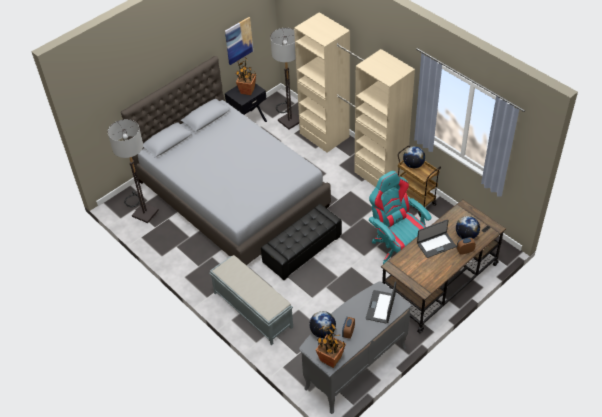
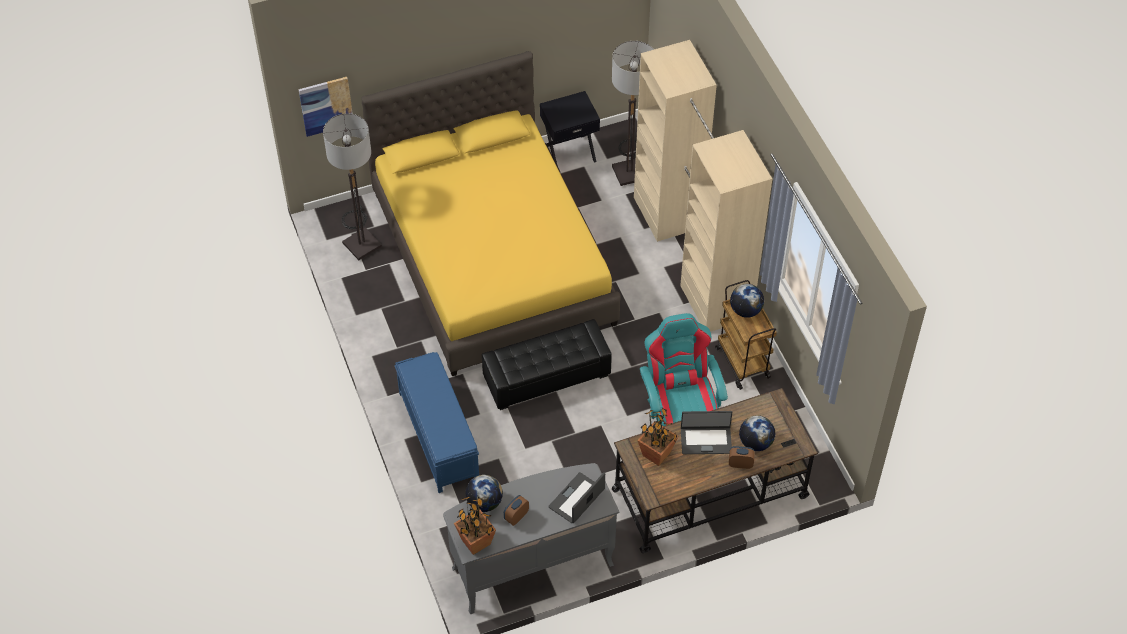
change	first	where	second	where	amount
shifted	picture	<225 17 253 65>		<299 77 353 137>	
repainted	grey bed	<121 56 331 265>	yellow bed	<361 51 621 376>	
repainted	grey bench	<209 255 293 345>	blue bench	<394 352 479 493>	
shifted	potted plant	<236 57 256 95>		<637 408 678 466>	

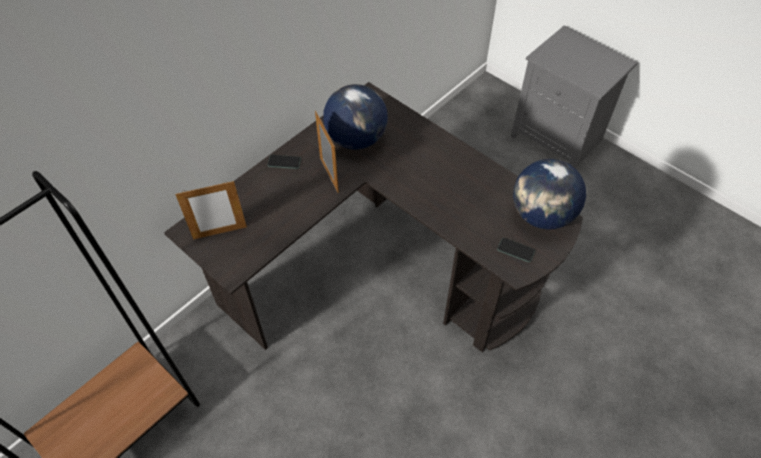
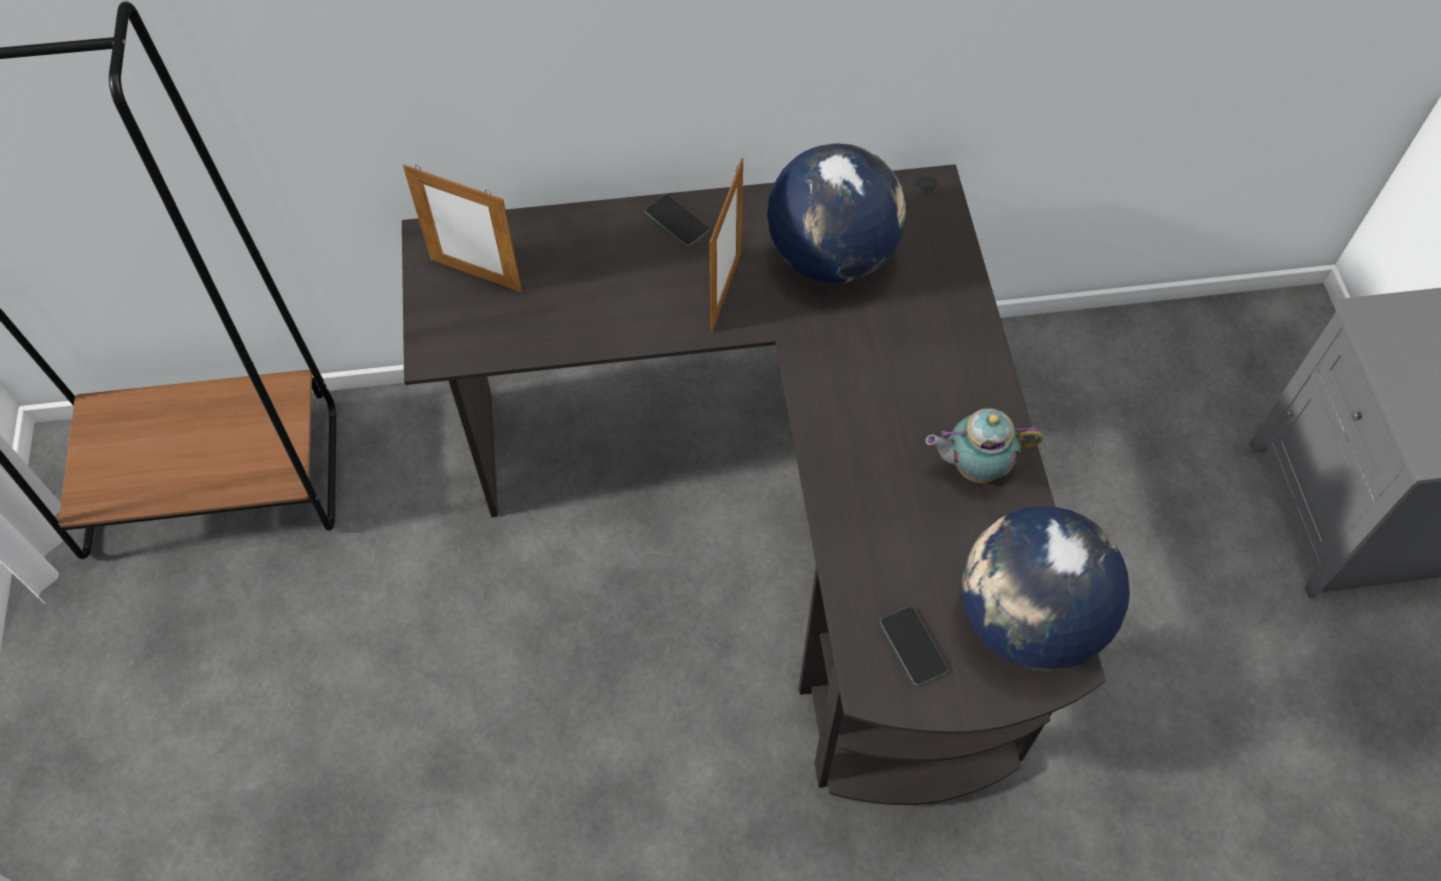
change	first	where	second	where	amount
new			teapot	<926 408 1043 483>	

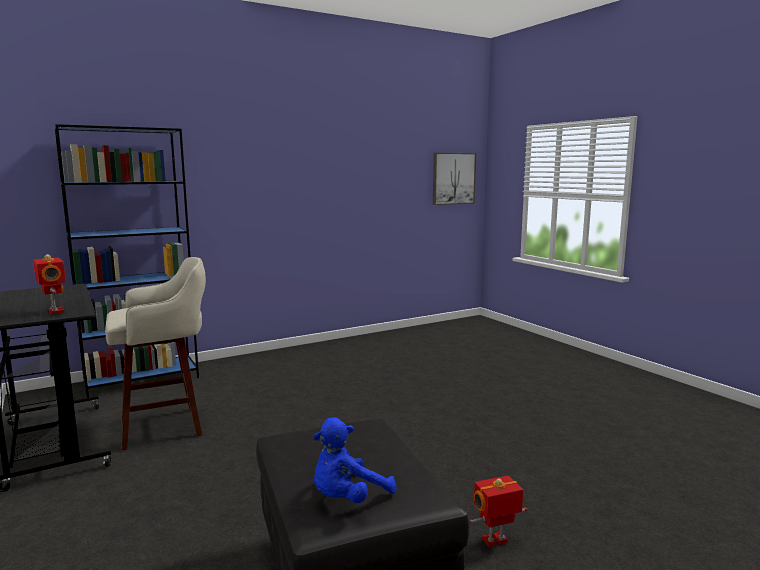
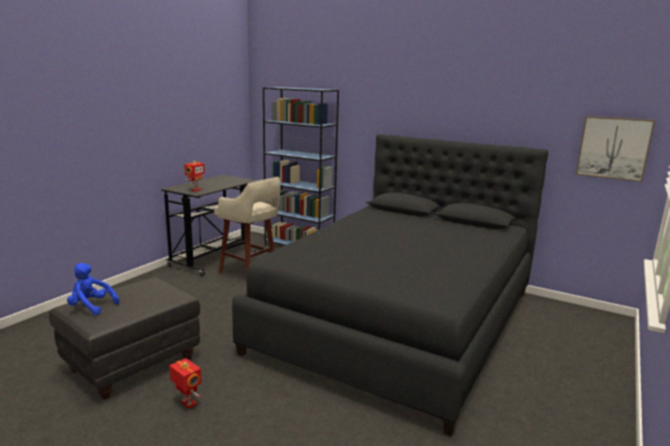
change	first	where	second	where	amount
new			black bed	<232 134 548 436>	

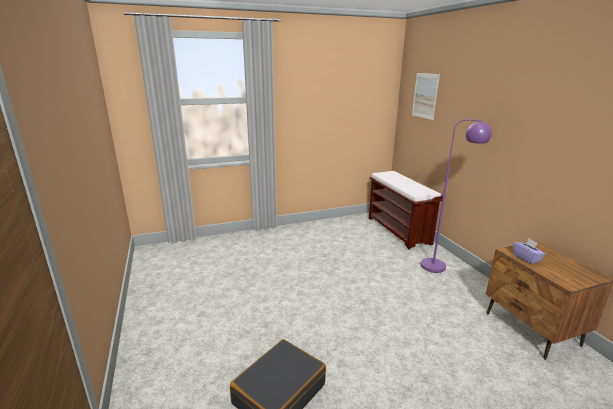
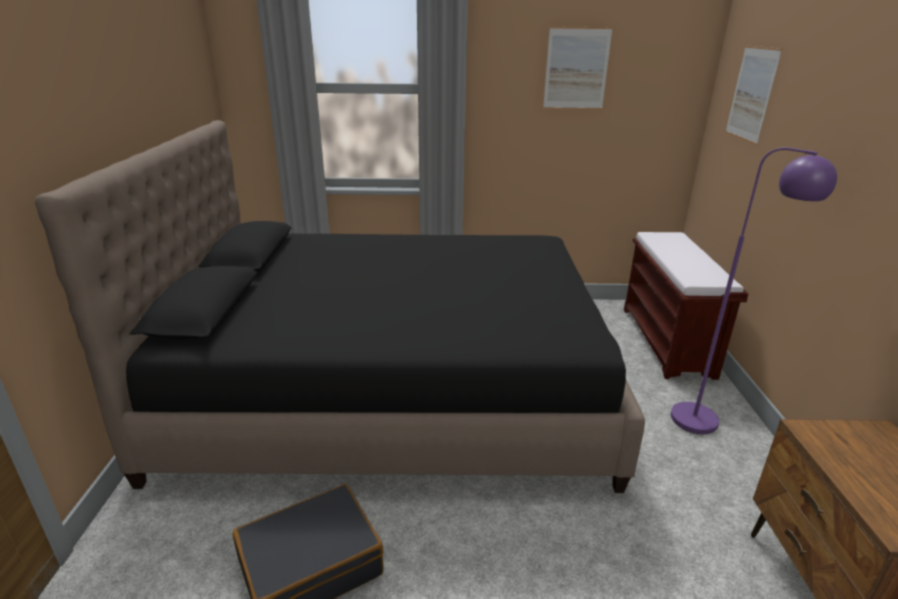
change	first	where	second	where	amount
new			black bed	<35 120 645 493>	
new			picture	<543 26 613 110>	
gone	purple tissue box	<513 239 545 264>			

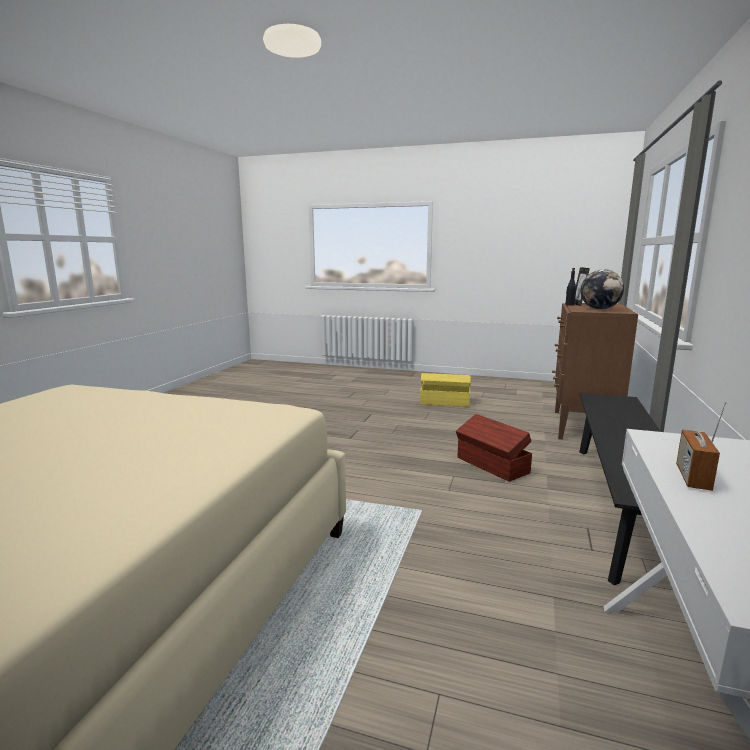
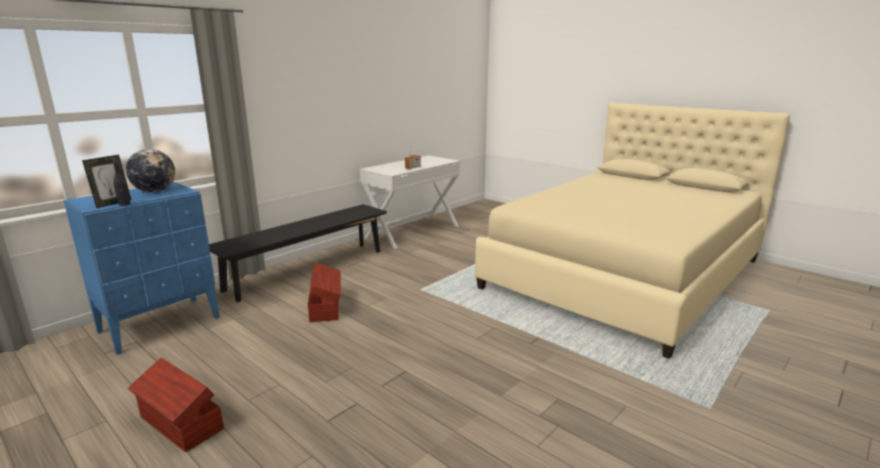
change	first	where	second	where	amount
repainted	brown dresser	<552 303 638 440>	blue dresser	<64 182 220 355>	
repainted	yellow storage box	<420 373 471 407>	brown storage box	<128 358 224 452>	

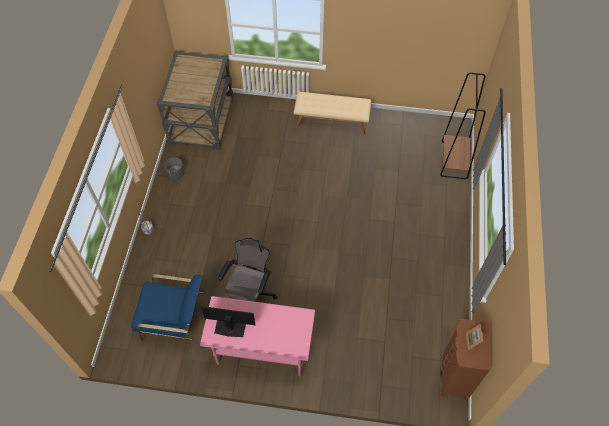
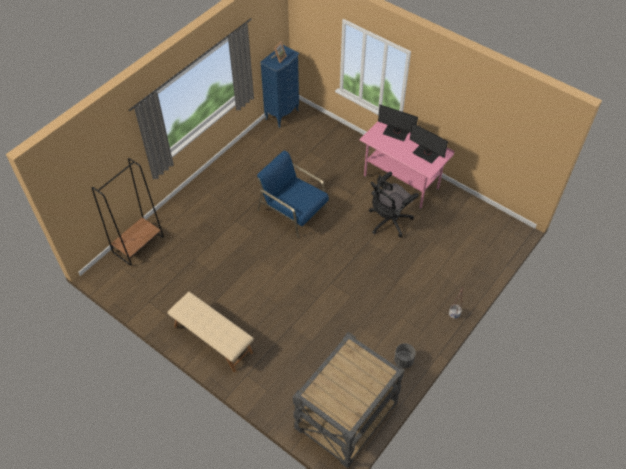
change	first	where	second	where	amount
shifted	blue armchair	<131 274 211 349>		<257 151 329 238>	
repainted	brown dresser	<440 319 491 401>	blue dresser	<260 45 299 128>	
new			monitor	<378 105 418 141>	

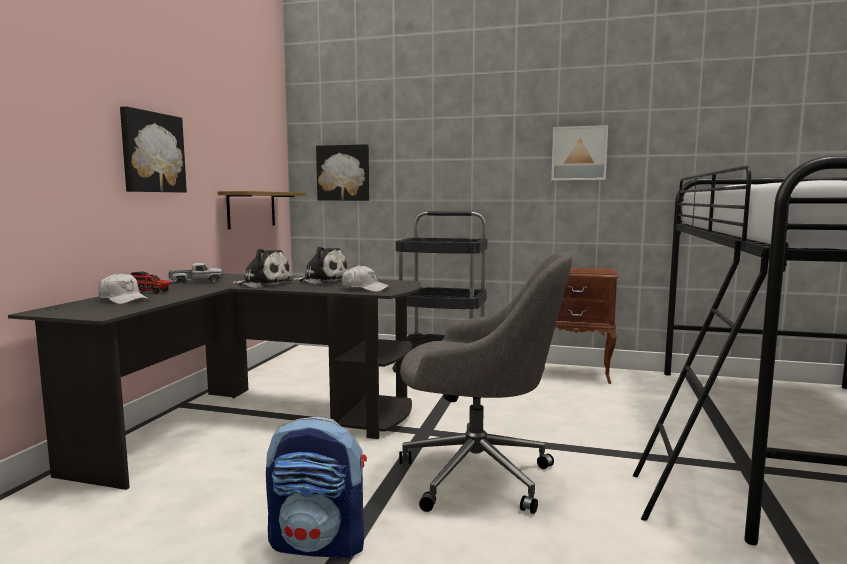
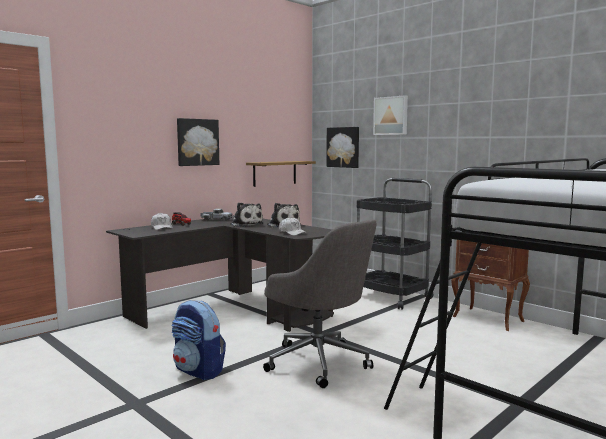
change	first	where	second	where	amount
shifted	picture	<551 125 608 181>		<373 95 408 135>	

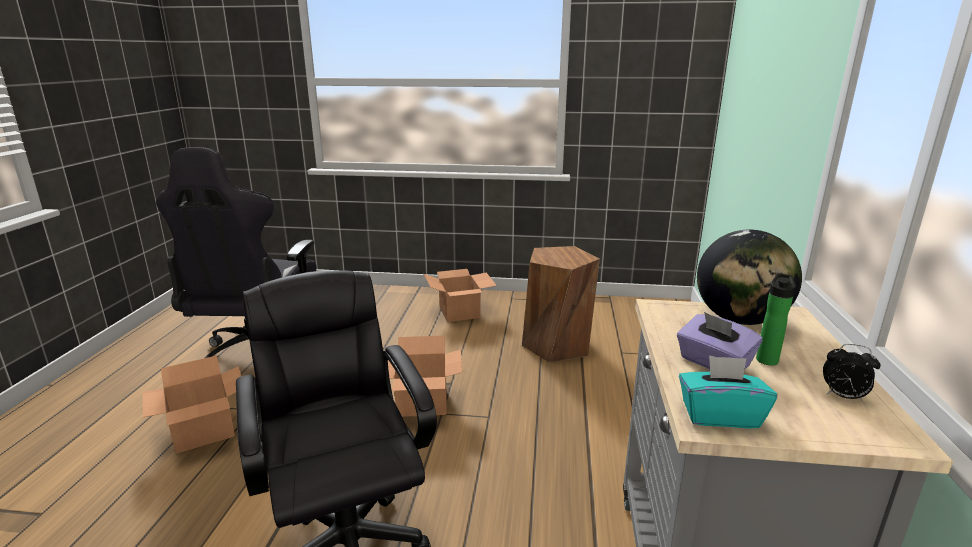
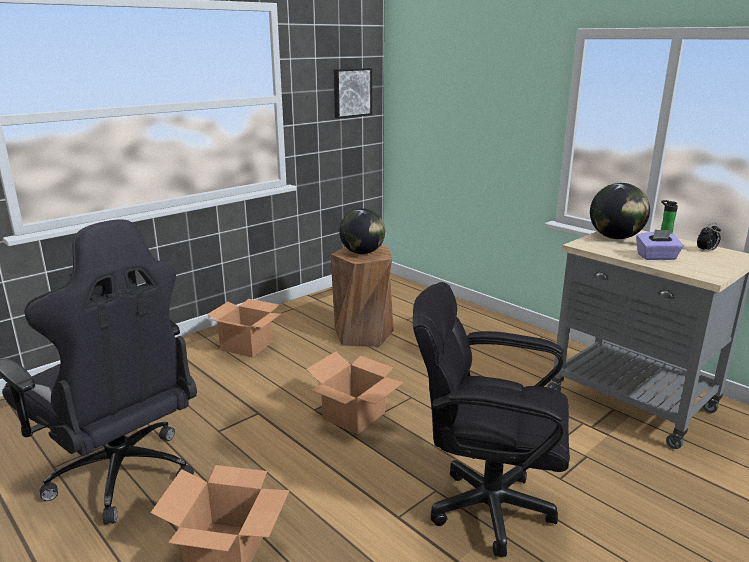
change	first	where	second	where	amount
new			picture	<334 68 372 119>	
new			globe	<339 208 385 254>	
gone	turquoise tissue box	<679 355 777 428>			

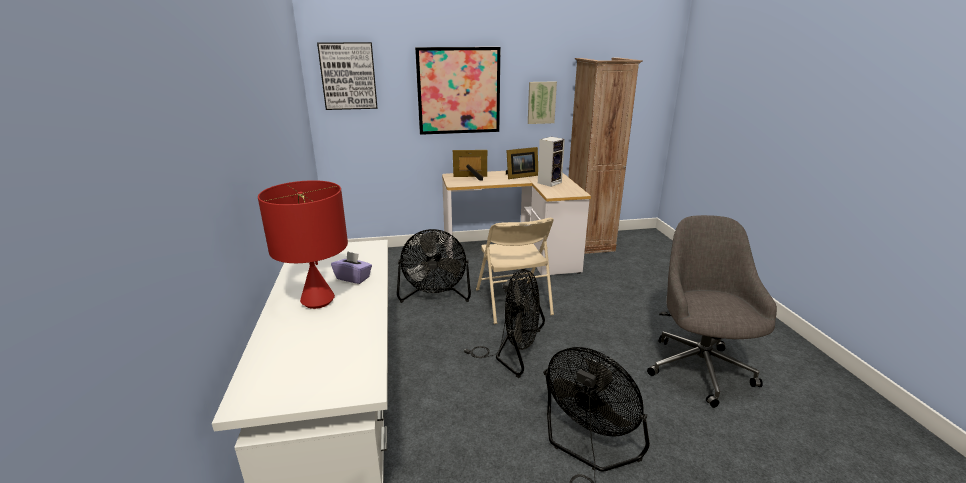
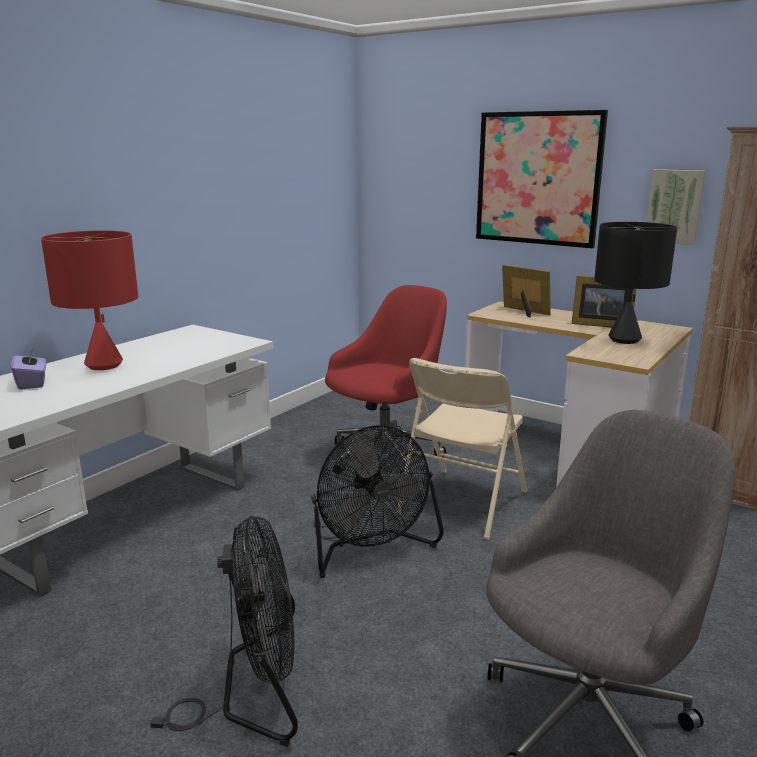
change	first	where	second	where	amount
shifted	purple tissue box	<331 251 372 284>		<11 348 46 390>	
swapped	black fan	<397 229 471 303>	red office chair	<325 285 447 475>	
swapped	speaker	<538 137 565 187>	black table lamp	<594 222 677 344>	
gone	picture	<317 42 377 110>			

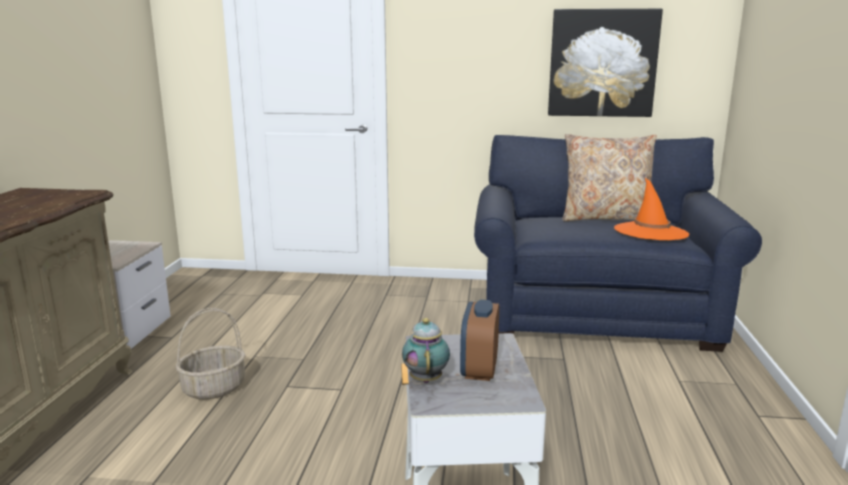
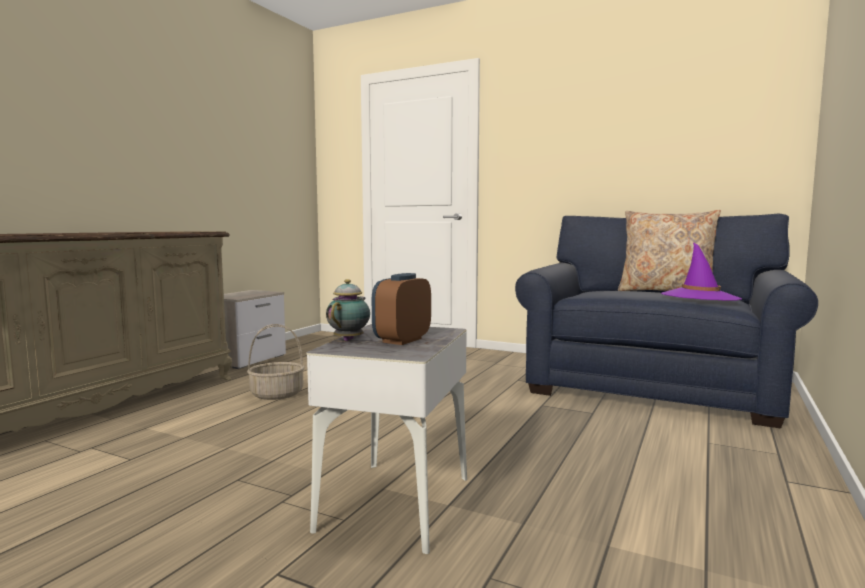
change	first	where	second	where	amount
repainted	orange hat	<614 178 689 240>	purple hat	<661 242 742 301>	
gone	picture	<548 9 663 117>			

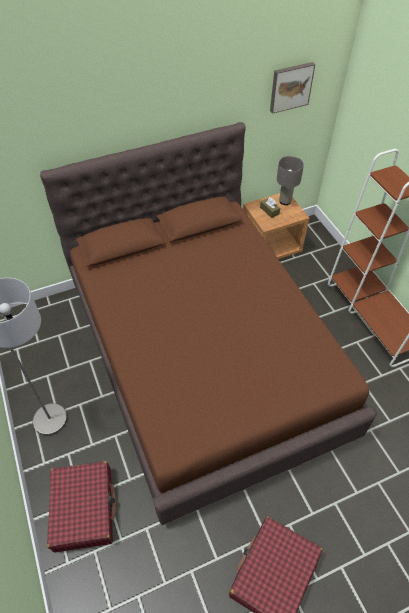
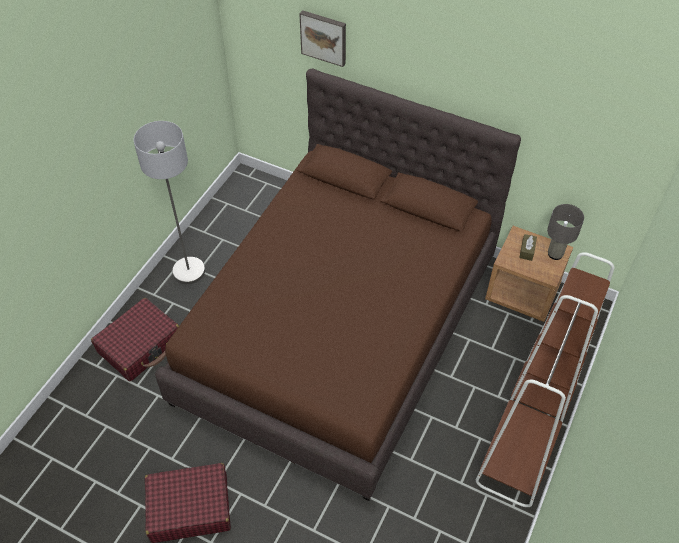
change	first	where	second	where	amount
shifted	picture	<270 62 315 114>		<299 10 346 67>	

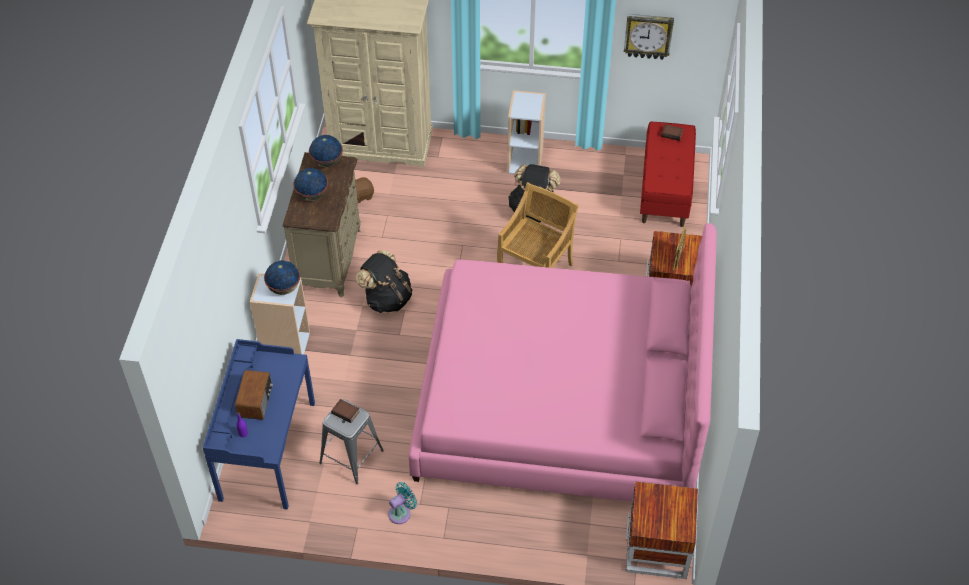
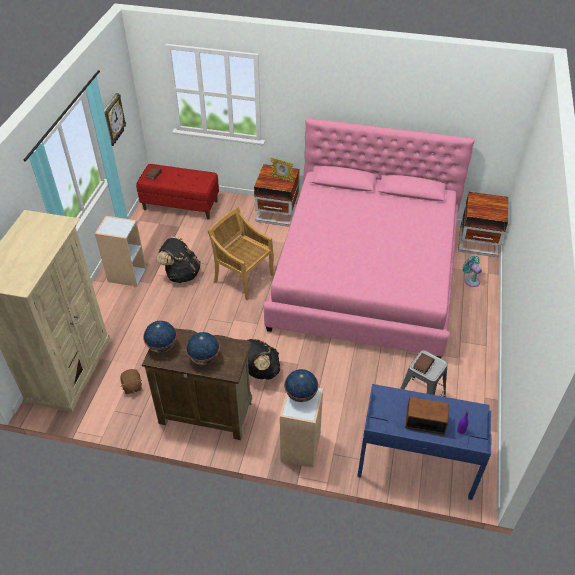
change	first	where	second	where	amount
shifted	turquoise fan	<388 482 417 524>		<462 256 482 287>	

